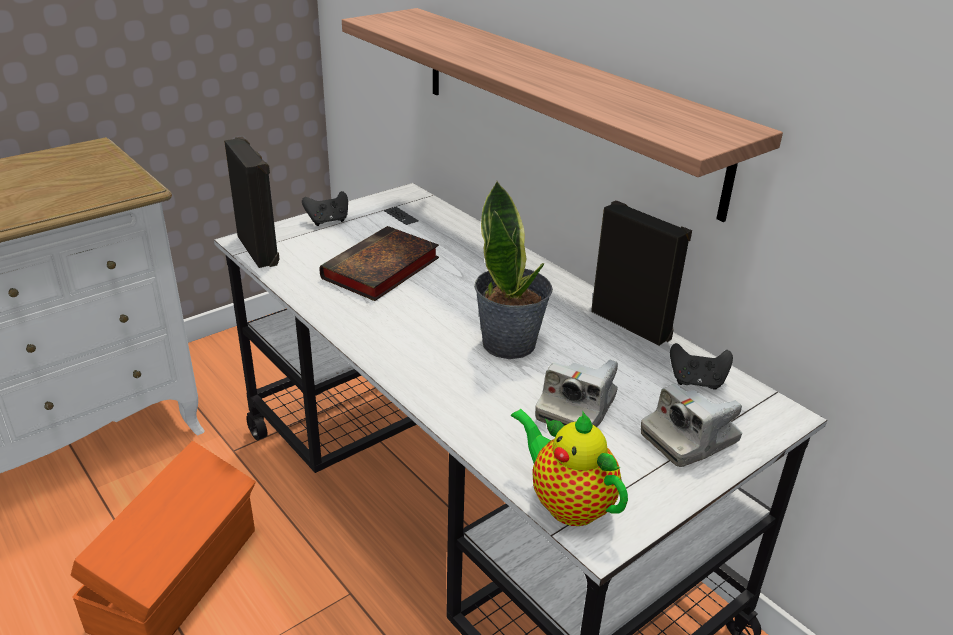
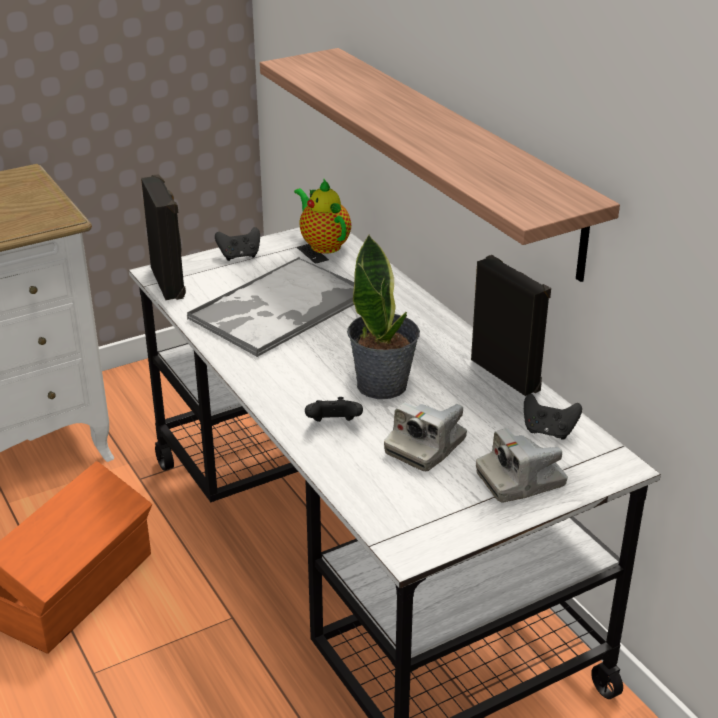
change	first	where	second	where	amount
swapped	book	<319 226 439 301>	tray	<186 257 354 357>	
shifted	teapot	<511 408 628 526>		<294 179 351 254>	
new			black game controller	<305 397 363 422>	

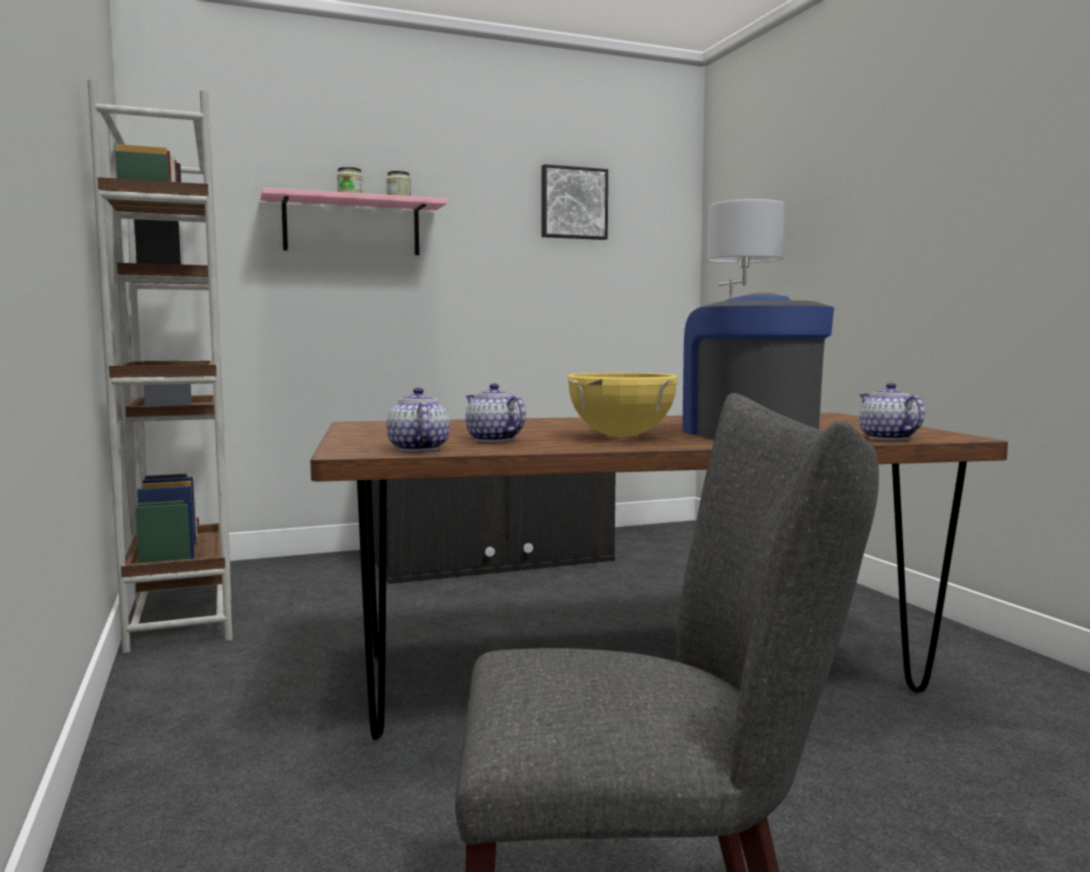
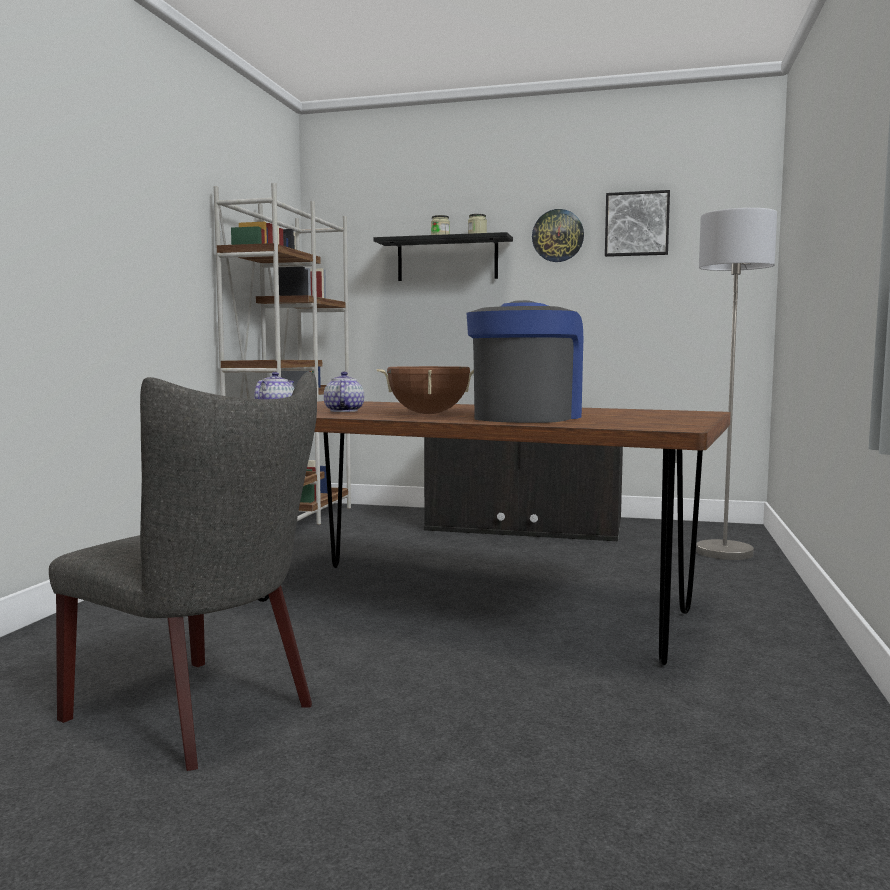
change	first	where	second	where	amount
repainted	pink shelf	<260 187 447 255>	black shelf	<373 232 513 281>	
repainted	yellow cooking pot	<567 373 678 437>	brown cooking pot	<377 366 474 414>	
new			wall clock	<532 209 584 262>	
gone	teapot	<859 383 925 440>			

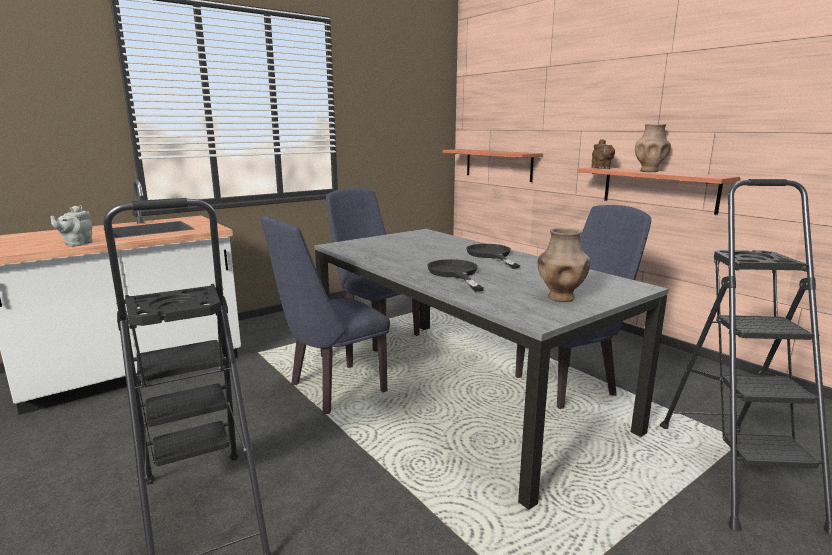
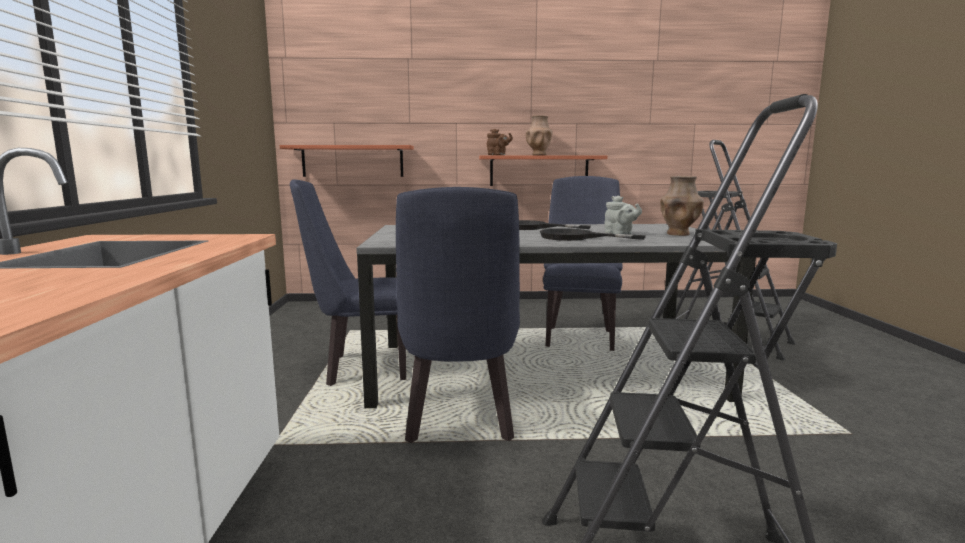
change	first	where	second	where	amount
shifted	grey teapot	<51 205 93 246>		<604 196 642 235>	

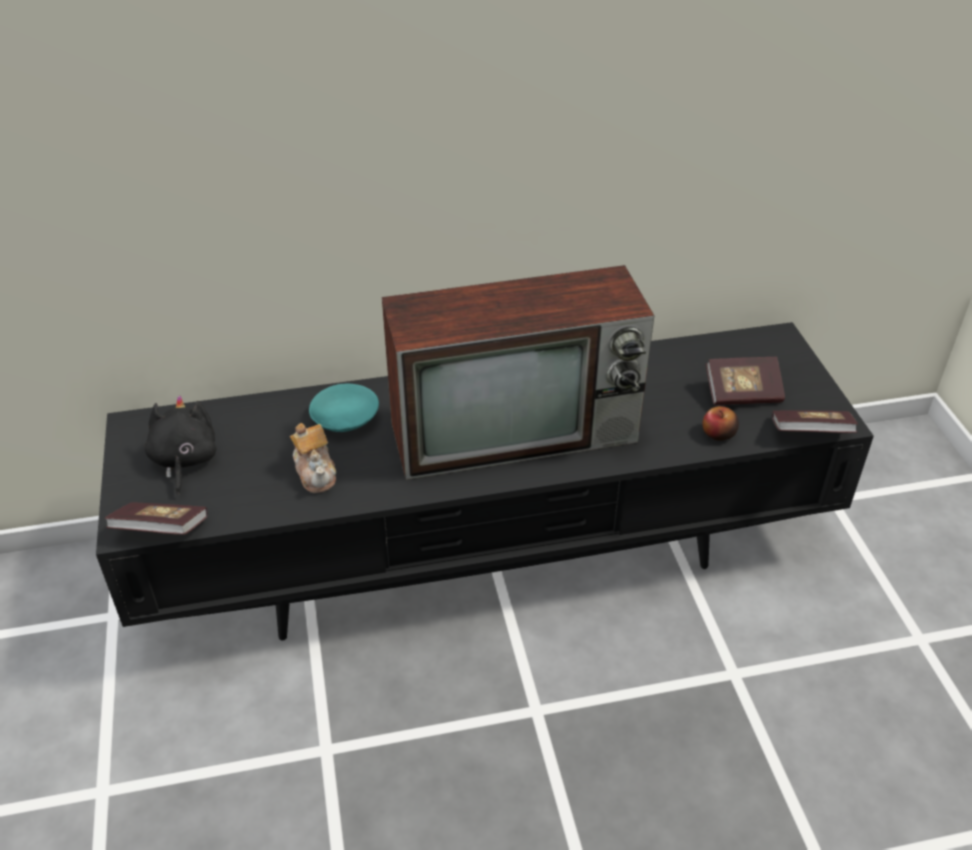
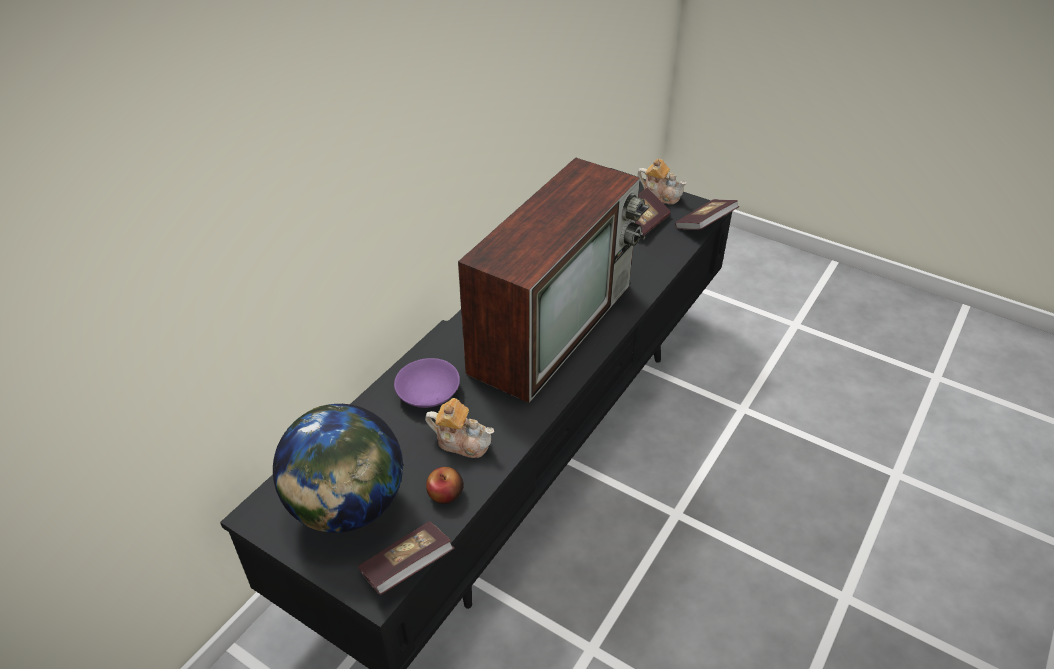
change	first	where	second	where	amount
swapped	black plush toy	<145 395 216 495>	globe	<273 404 404 533>	
repainted	turquoise bowl	<309 384 379 432>	purple bowl	<394 358 460 408>	
shifted	apple	<702 406 739 441>		<426 467 464 504>	
new			teapot	<638 159 687 204>	

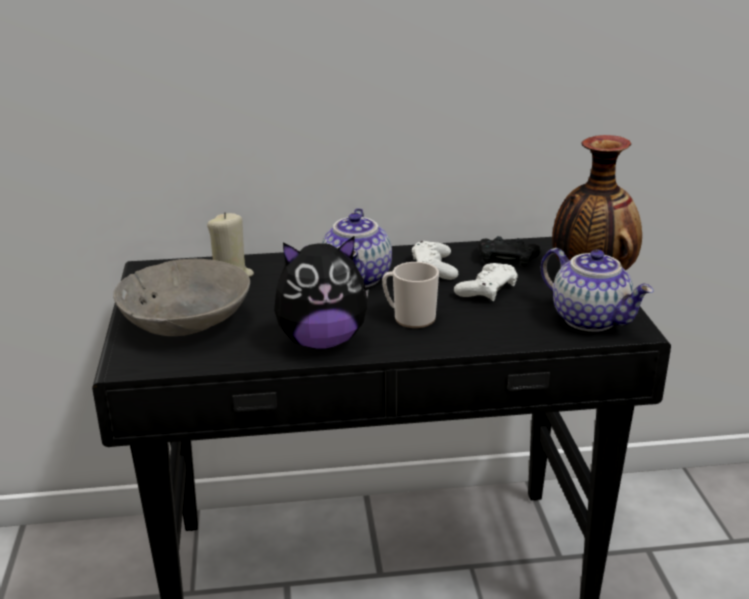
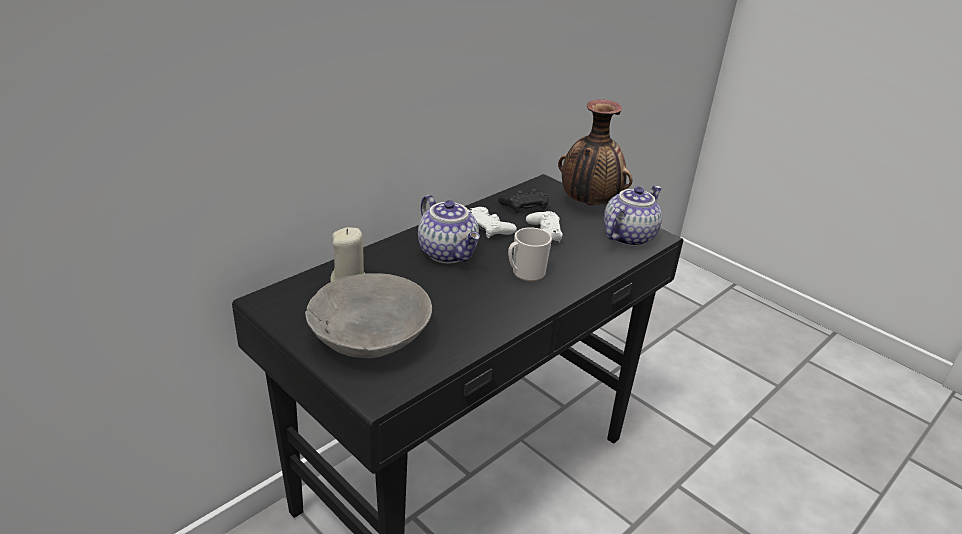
change	first	where	second	where	amount
rotated	teapot	<541 248 654 332>		<604 185 662 246>	60 degrees counterclockwise
gone	plush toy	<274 236 369 349>			

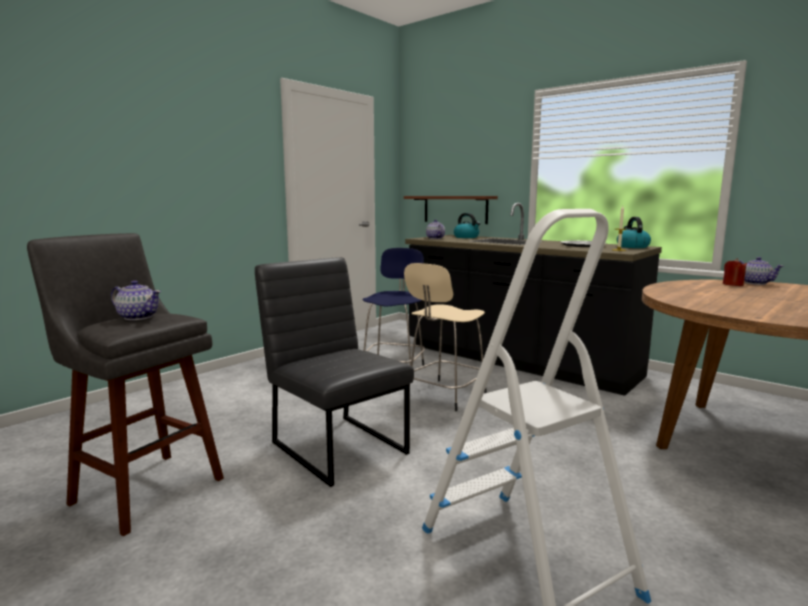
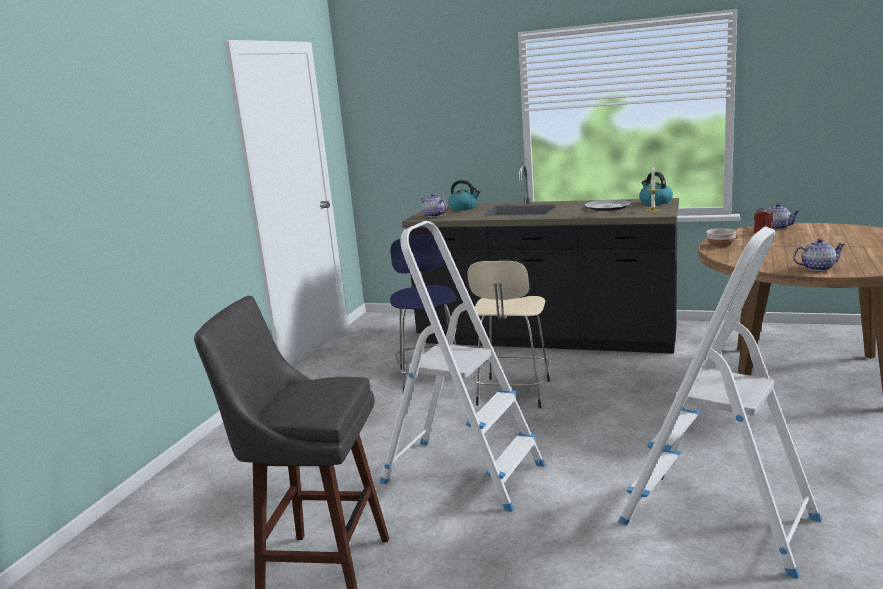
change	first	where	second	where	amount
swapped	grey chair	<255 257 414 487>	white step ladder	<380 221 545 512>	
new			bowl	<706 228 736 247>	
shifted	teapot	<111 280 161 320>		<793 238 845 271>	
gone	shelf	<404 196 498 224>			

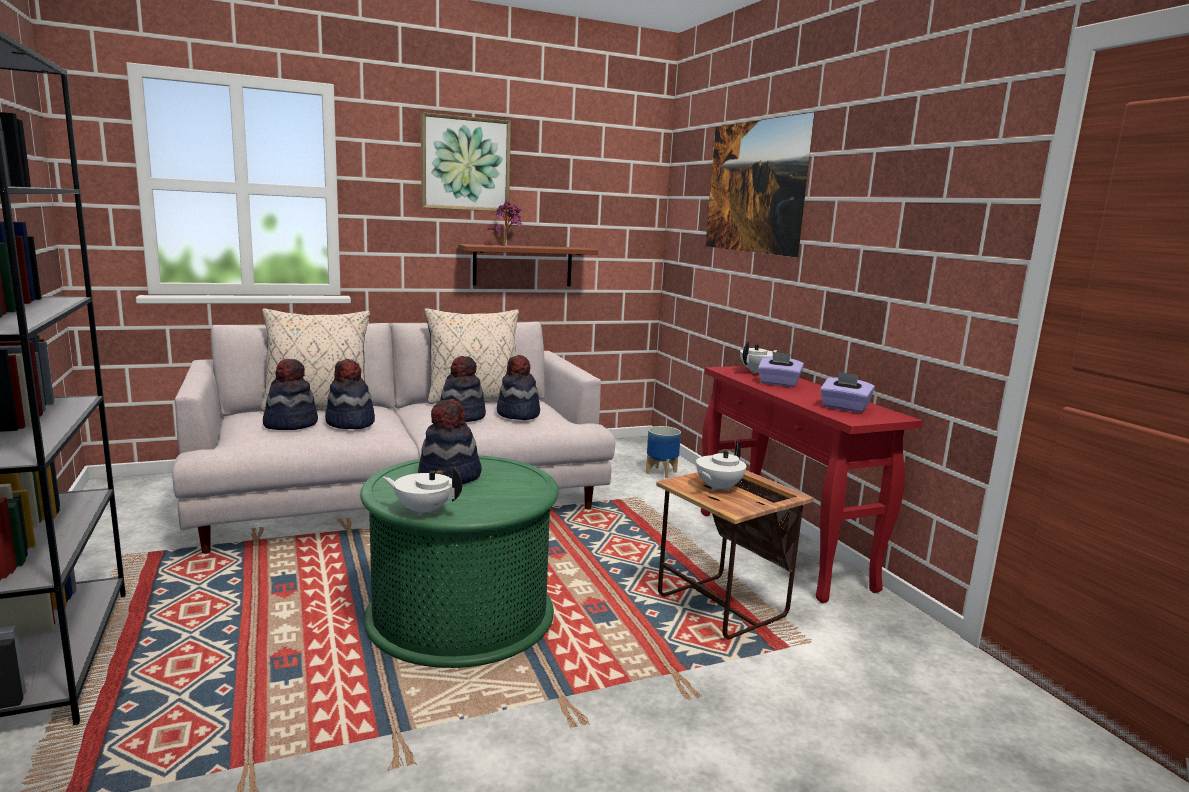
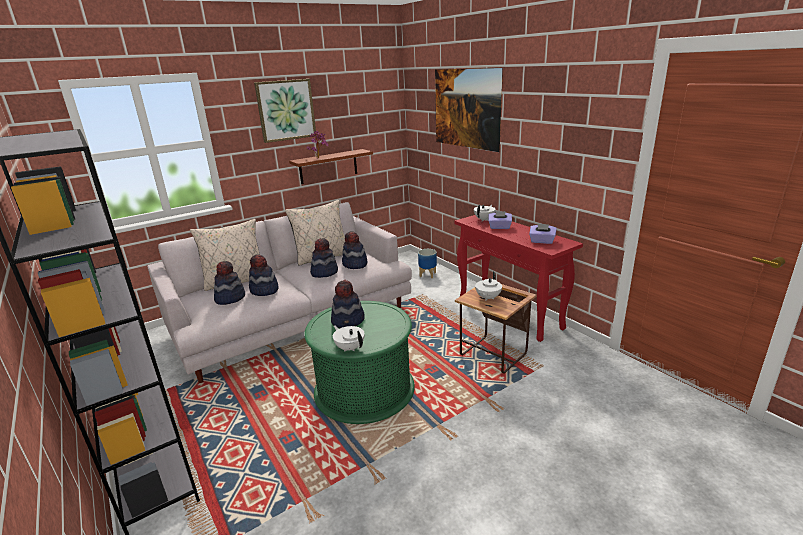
change	first	where	second	where	amount
rotated	white teapot	<383 467 462 517>		<333 325 364 352>	45 degrees clockwise

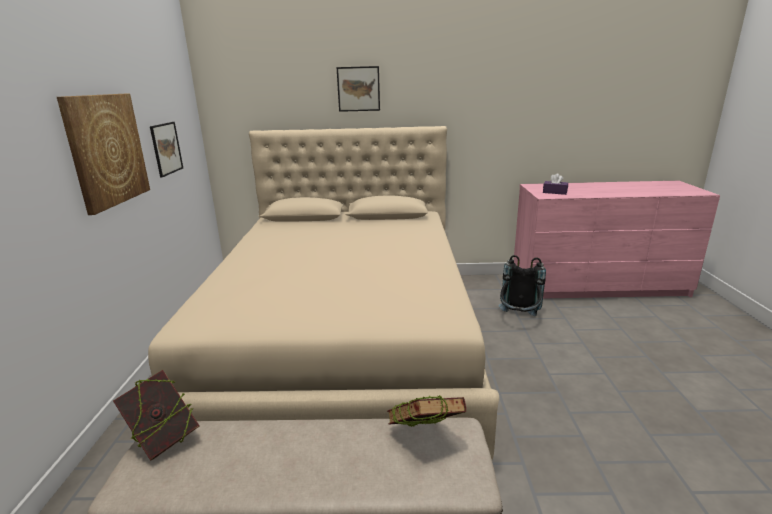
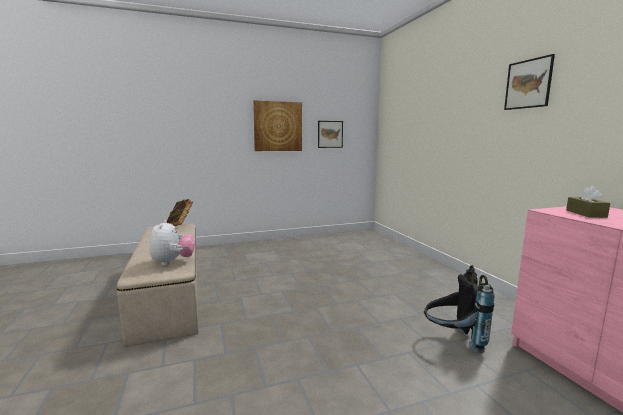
change	first	where	second	where	amount
swapped	book	<387 395 466 427>	plush toy	<149 220 195 266>	
shifted	picture	<337 66 380 112>		<504 54 555 110>	
repainted	purple tissue box	<543 173 568 195>	brown tissue box	<566 186 610 218>	
gone	beige bed	<148 126 499 459>			

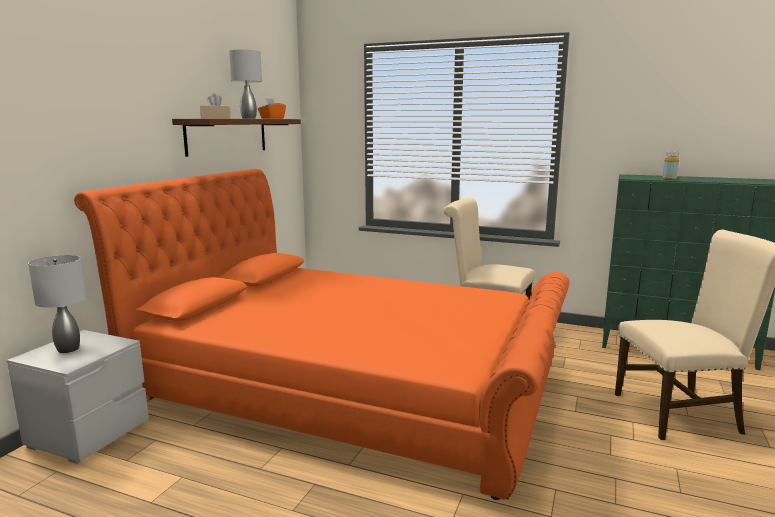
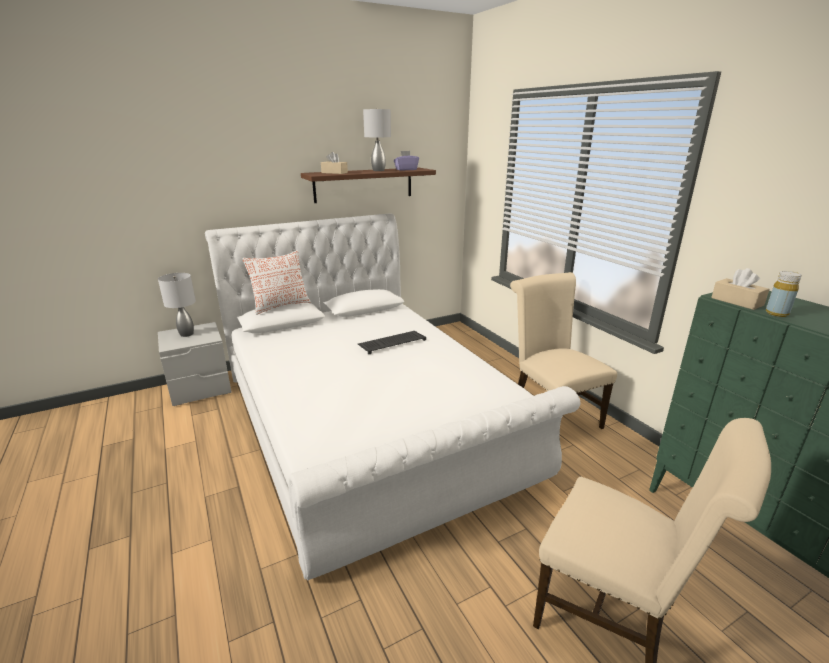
change	first	where	second	where	amount
repainted	orange bed	<74 169 570 500>	white bed	<205 213 581 580>	
new			white pillow	<242 250 311 315>	
new			keyboard	<358 331 426 354>	
repainted	orange tissue box	<258 98 286 119>	purple tissue box	<394 151 419 171>	
new			beige tissue box	<711 268 770 310>	

